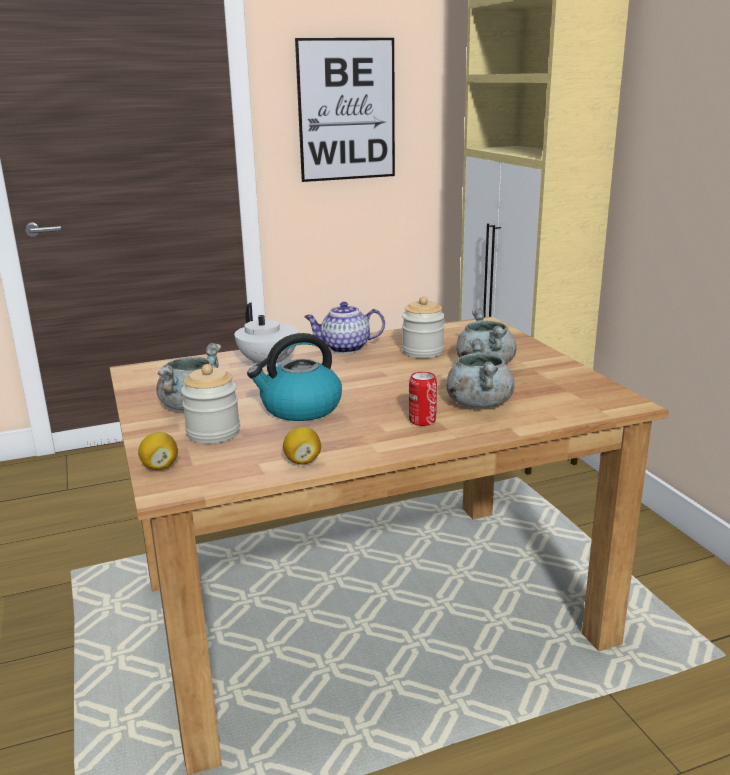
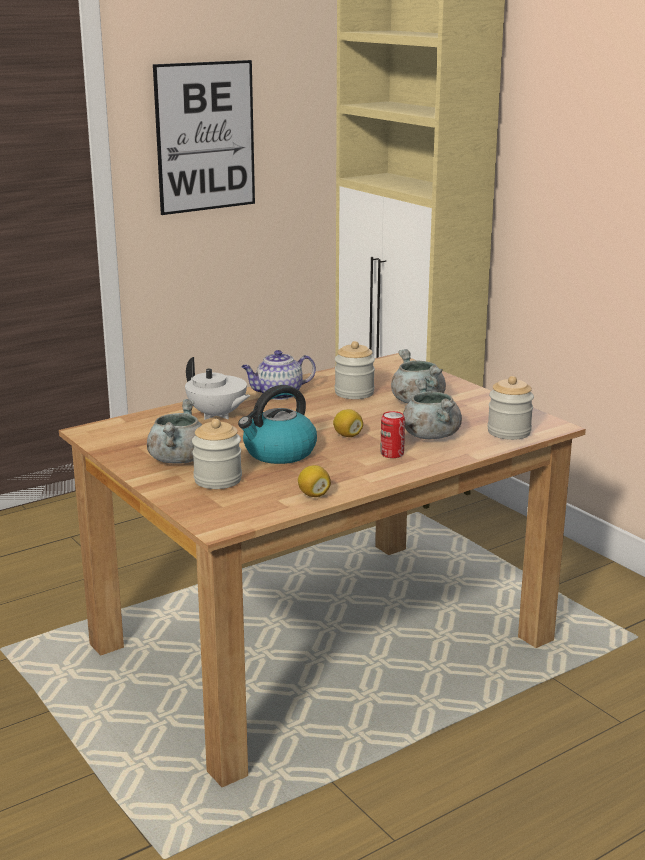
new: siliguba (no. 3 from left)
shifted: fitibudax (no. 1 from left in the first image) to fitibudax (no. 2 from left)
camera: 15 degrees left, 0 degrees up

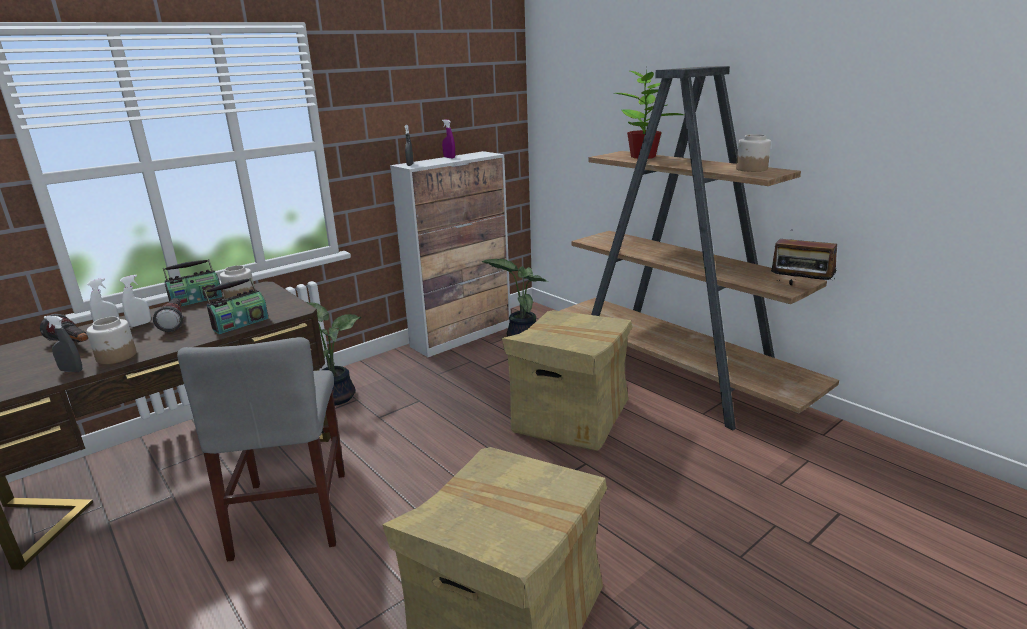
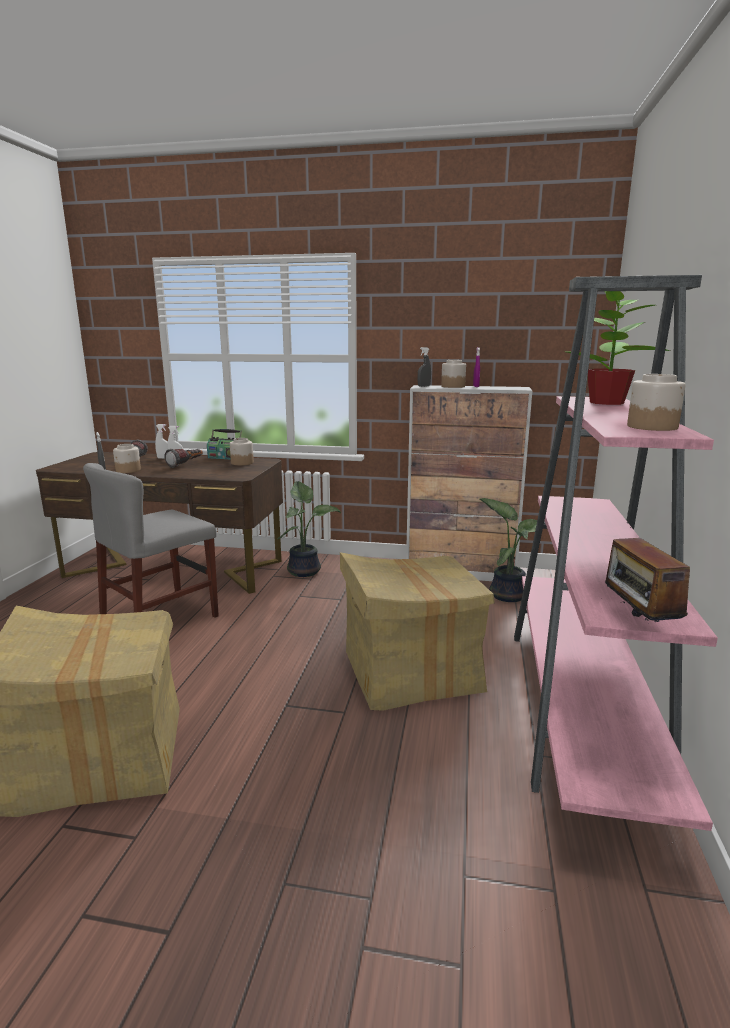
gone: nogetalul (no. 2 from left)
new: siliguba (no. 3 from left)
repainted: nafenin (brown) to nafenin (pink)
camera: 50 degrees right, 5 degrees down

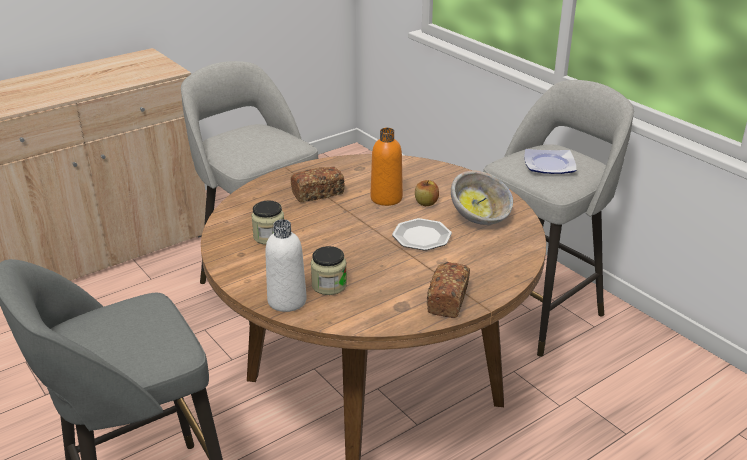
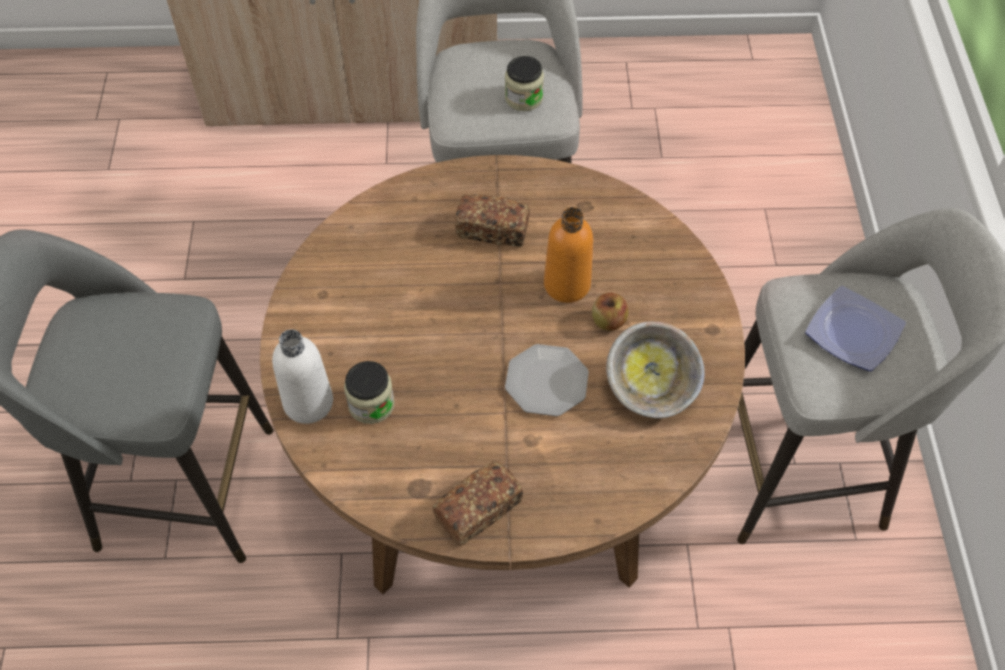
shifted: siliguba (no. 1 from left in the first image) to siliguba (no. 2 from left)
camera: 35 degrees right, 25 degrees up

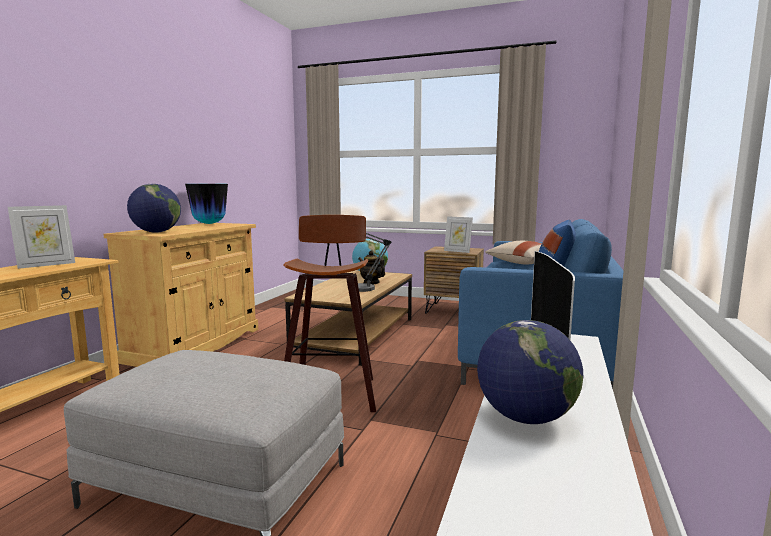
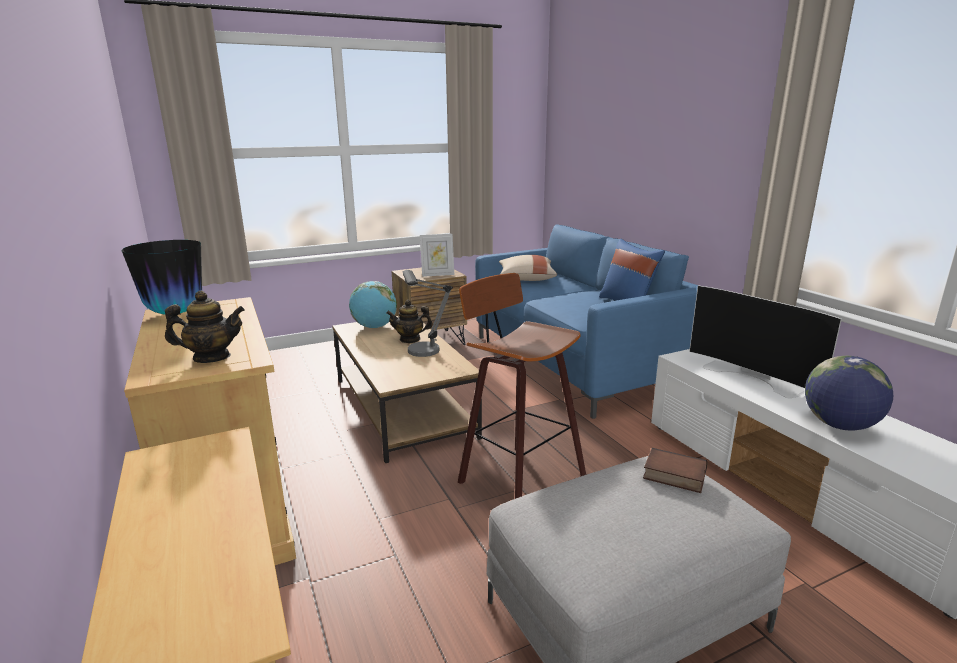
gone: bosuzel (no. 1 from left)
new: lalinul
swapped: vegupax (no. 1 from left) to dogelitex (no. 1 from left)
camera: 45 degrees left, 10 degrees up

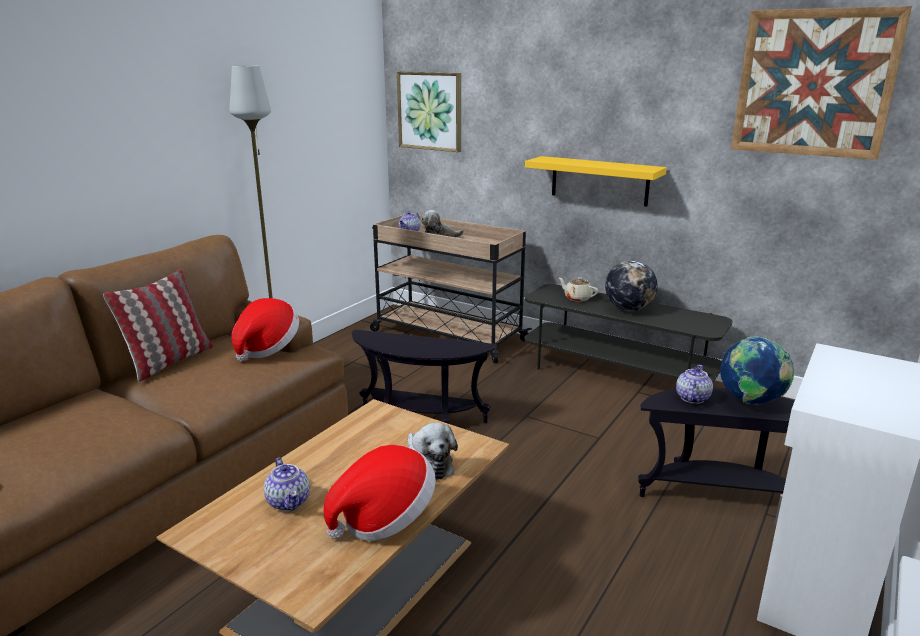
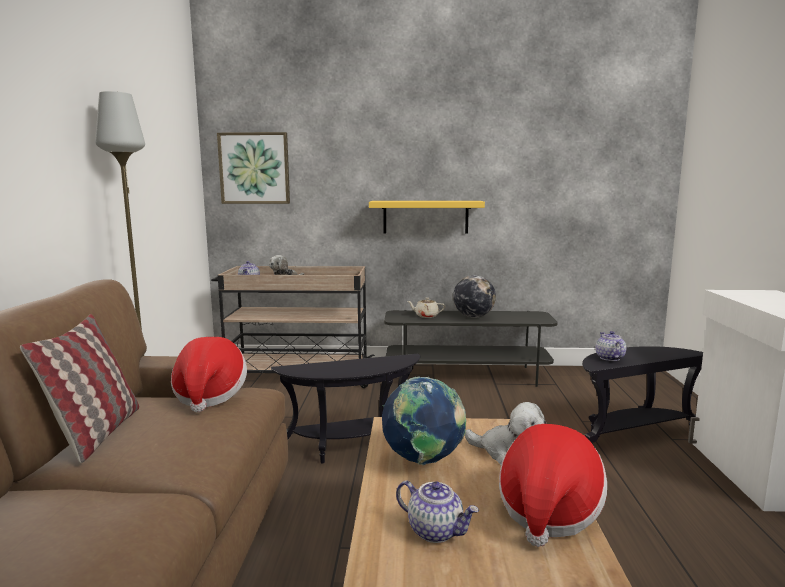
gone: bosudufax (no. 2 from left)
shifted: vegupax (no. 2 from left in the first image) to vegupax (no. 1 from left)
camera: 30 degrees left, 10 degrees down

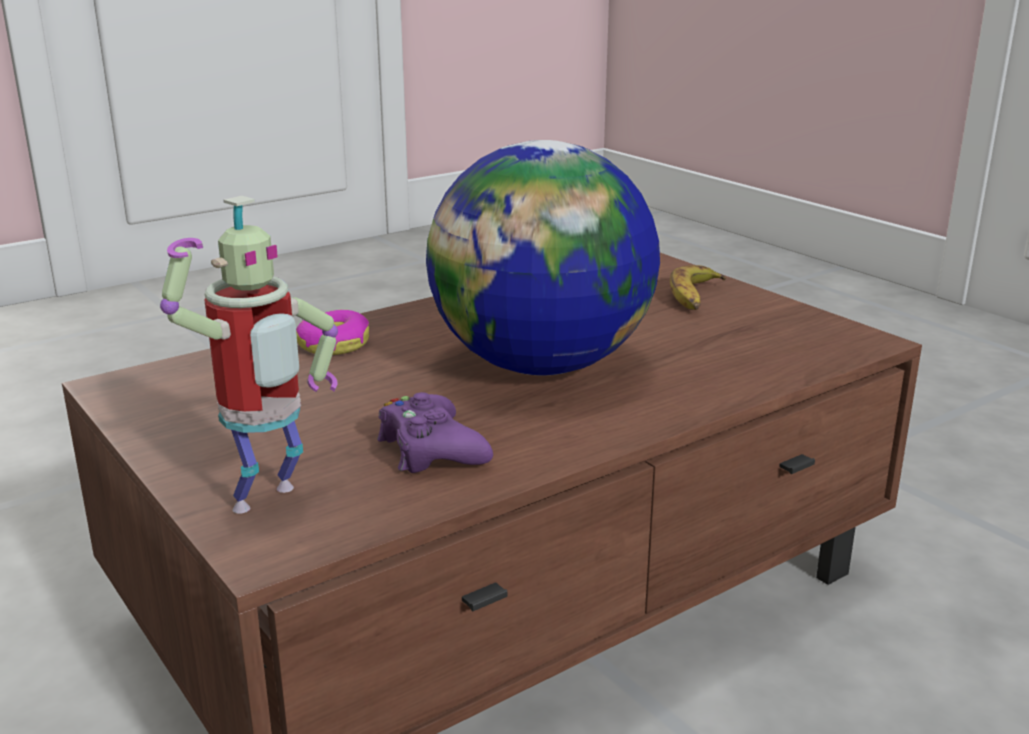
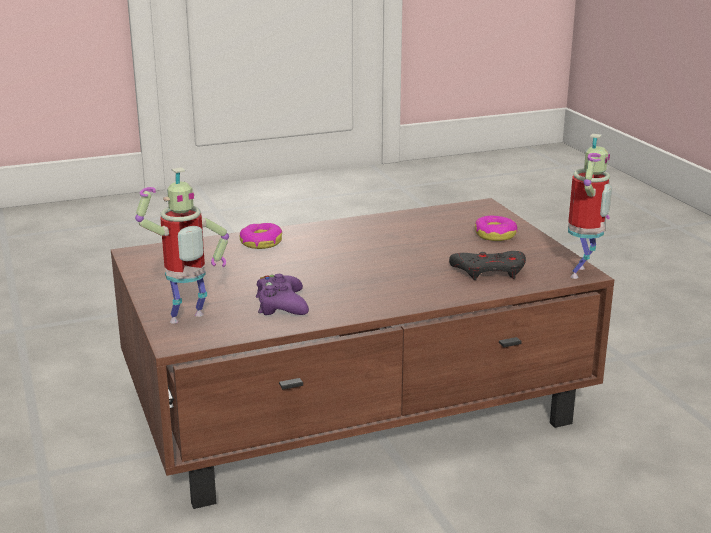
gone: vegupax
new: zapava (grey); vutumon (no. 2 from left)
swapped: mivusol to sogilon (no. 2 from left)
camera: 15 degrees right, 0 degrees up

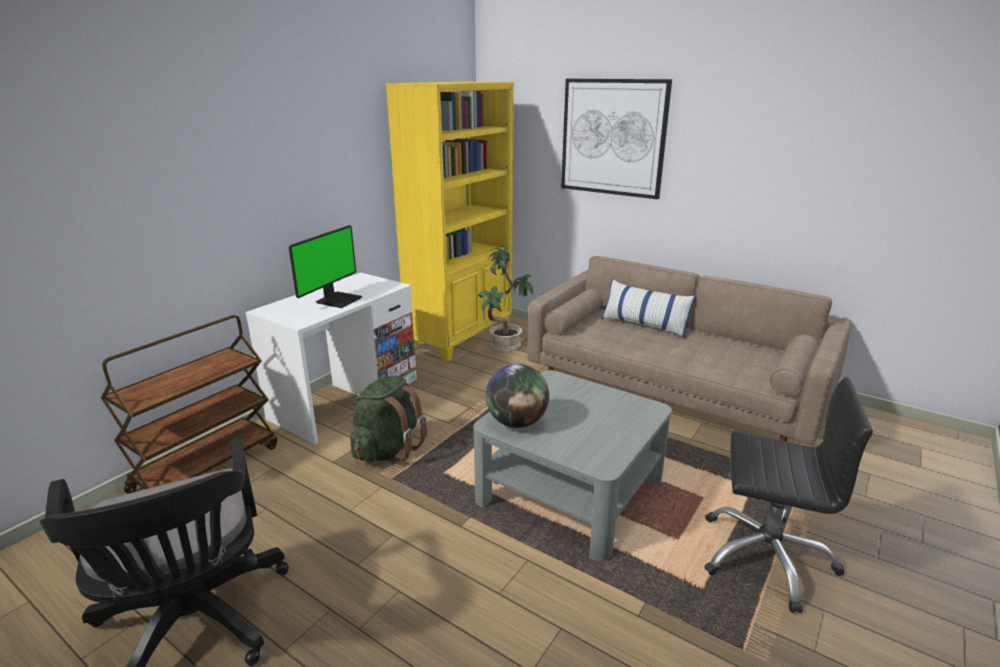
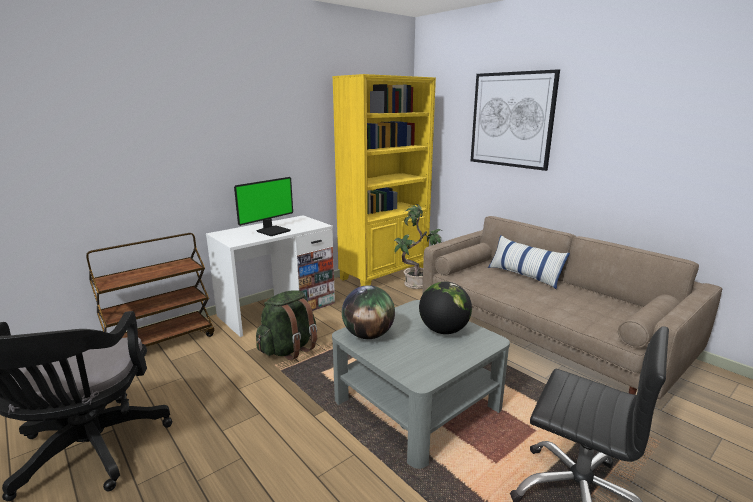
new: vegupax (no. 2 from left)
camera: 15 degrees right, 5 degrees down

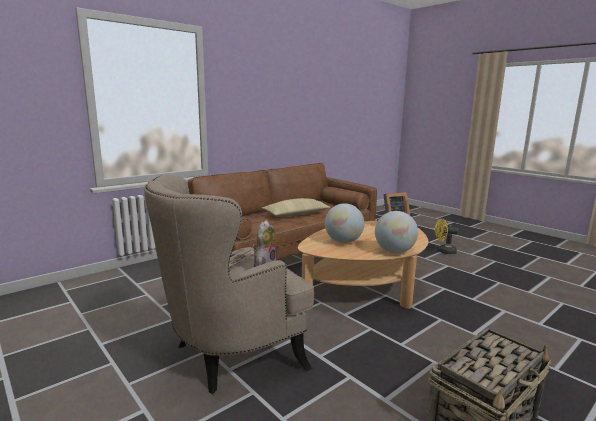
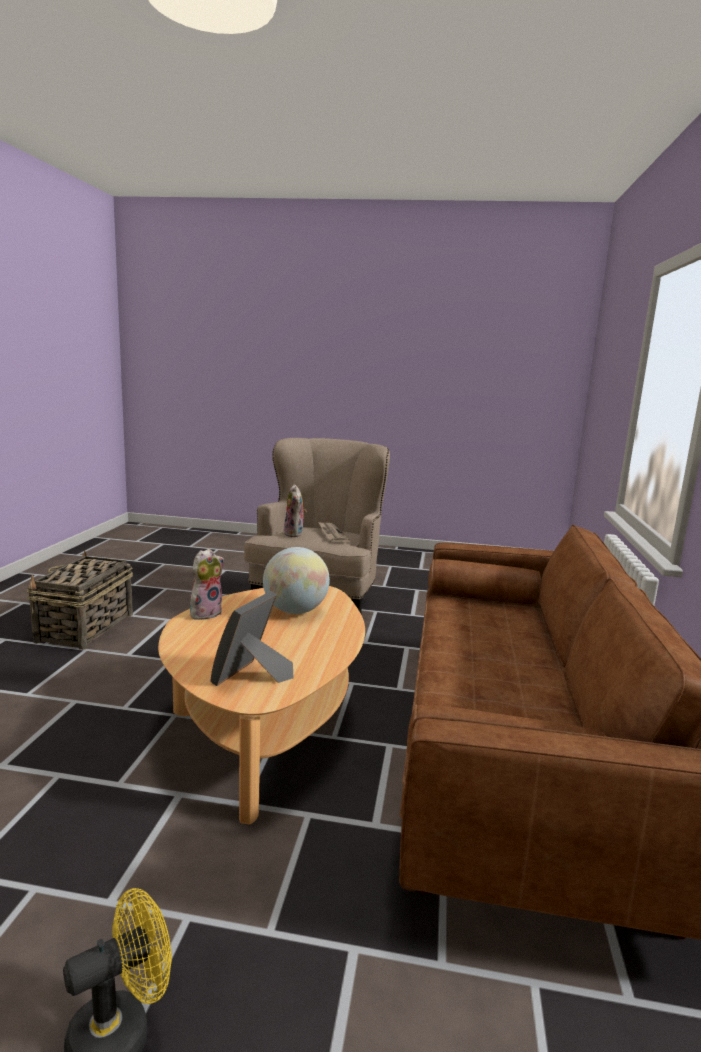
gone: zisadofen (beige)
swapped: vegupax (no. 2 from left) to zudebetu (no. 1 from left)
camera: 140 degrees right, 0 degrees up

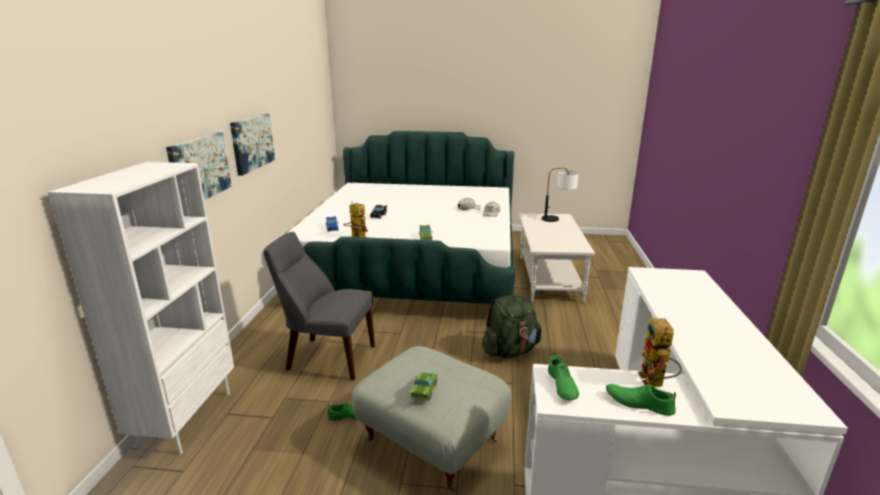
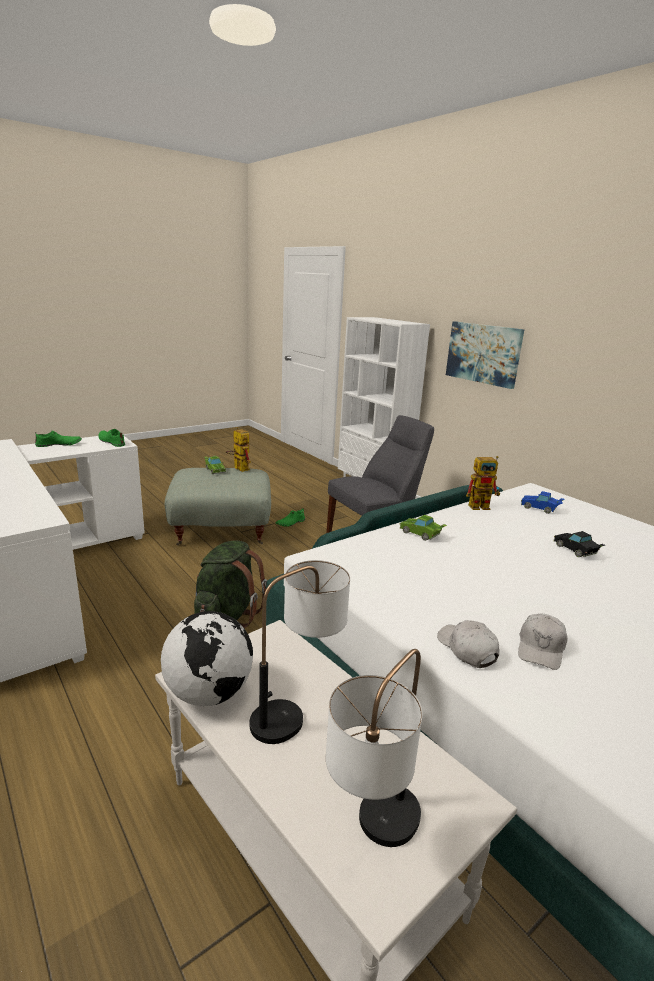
gone: bosudufax (no. 2 from left)
new: vegupax; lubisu (no. 1 from left)
shifted: vutumon (no. 2 from left in the first image) to vutumon (no. 1 from left)
camera: 135 degrees right, 0 degrees up

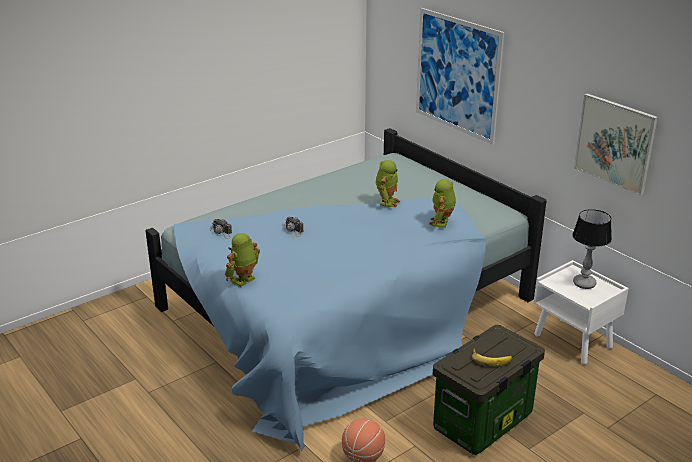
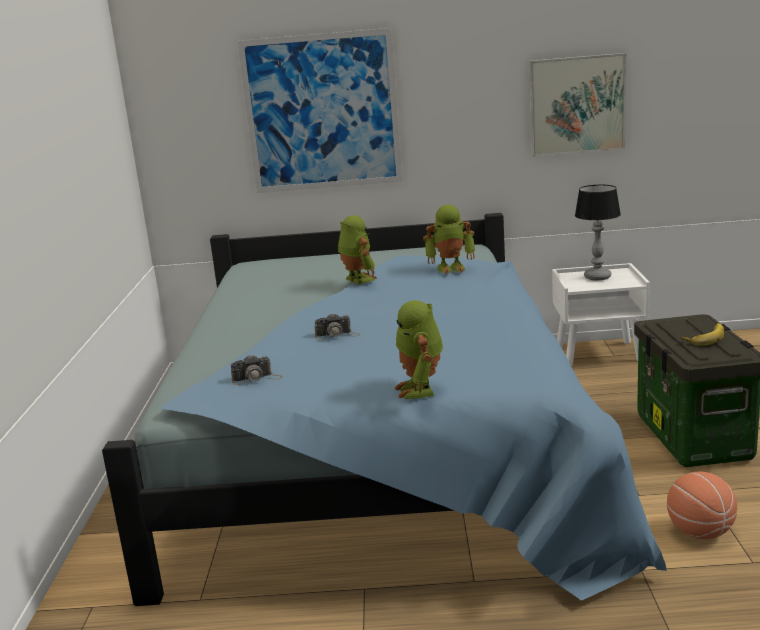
rotated: vutumon (no. 3 from left) 60 degrees counterclockwise
camera: 50 degrees left, 10 degrees down

